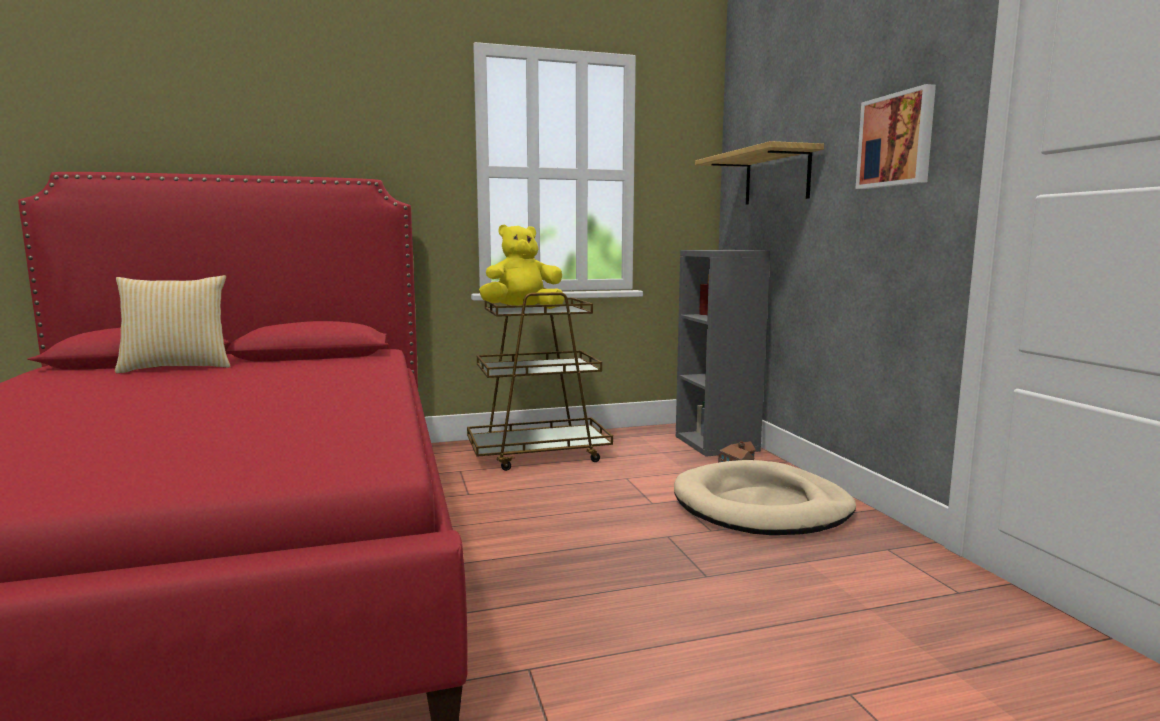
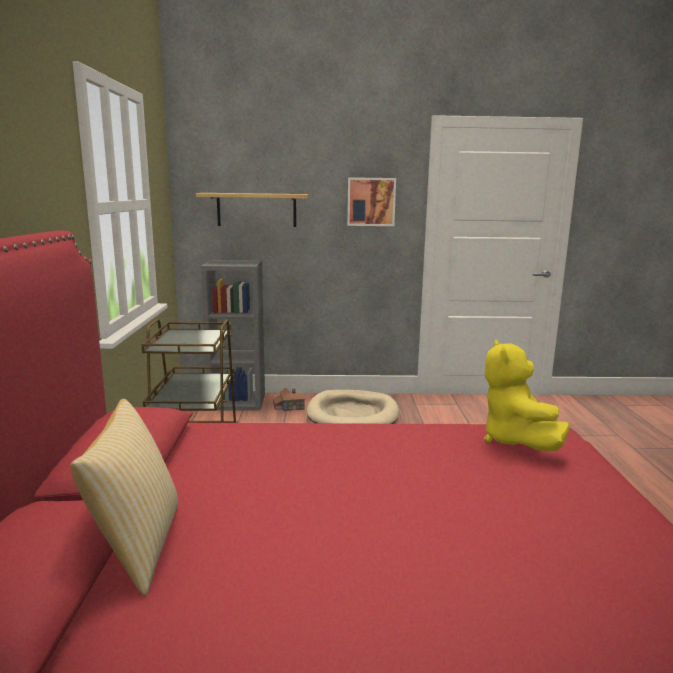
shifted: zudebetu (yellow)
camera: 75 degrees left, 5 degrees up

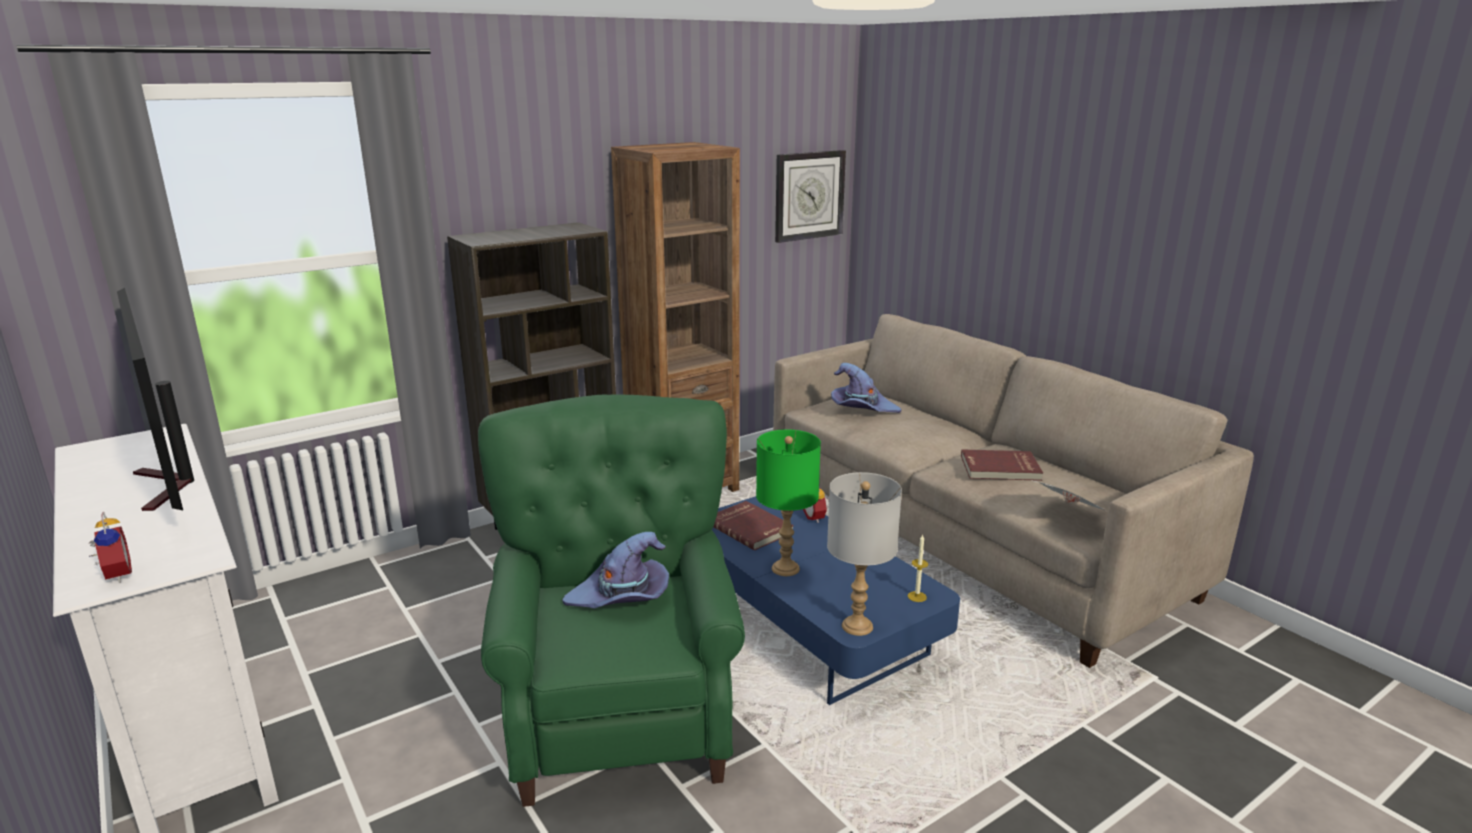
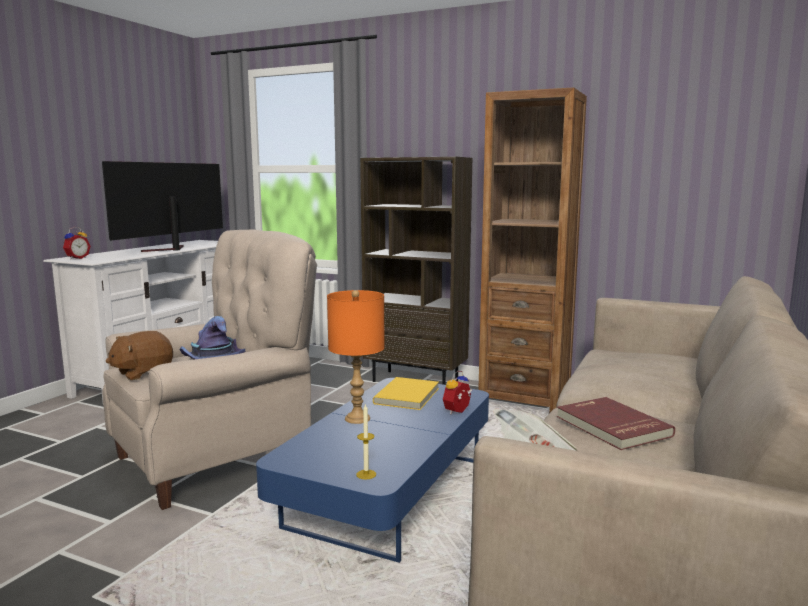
gone: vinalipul; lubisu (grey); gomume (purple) (no. 2 from left)
new: zudebetu (brown)
repainted: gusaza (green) to gusaza (beige); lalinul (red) (no. 1 from left) to lalinul (yellow); lubisu (green) to lubisu (orange)
camera: 60 degrees right, 10 degrees down

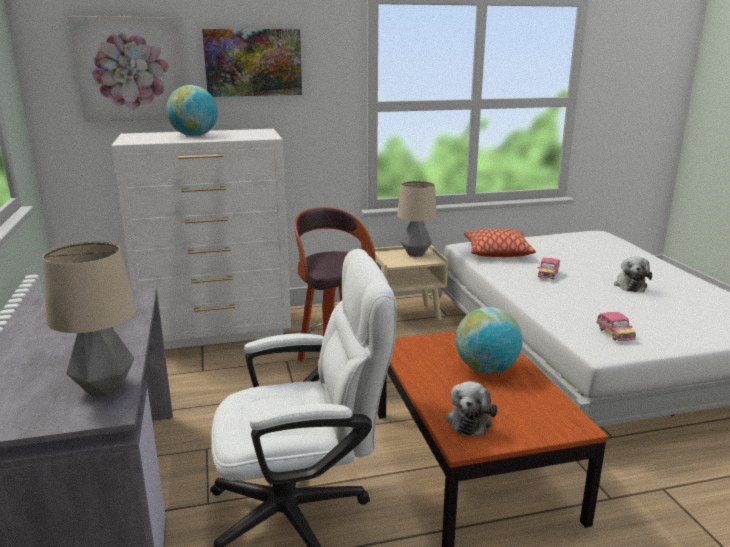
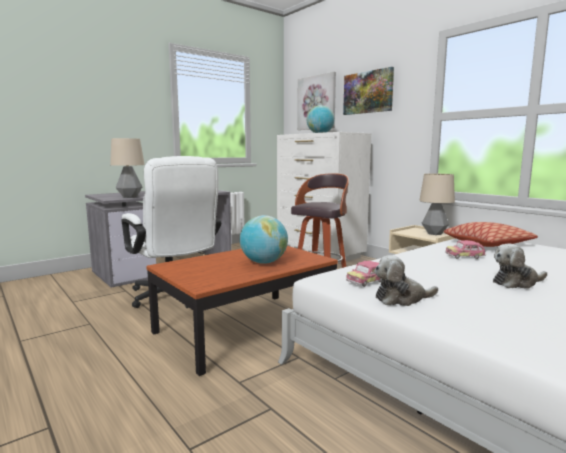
shifted: zudebetu (no. 1 from left)
camera: 65 degrees right, 10 degrees down

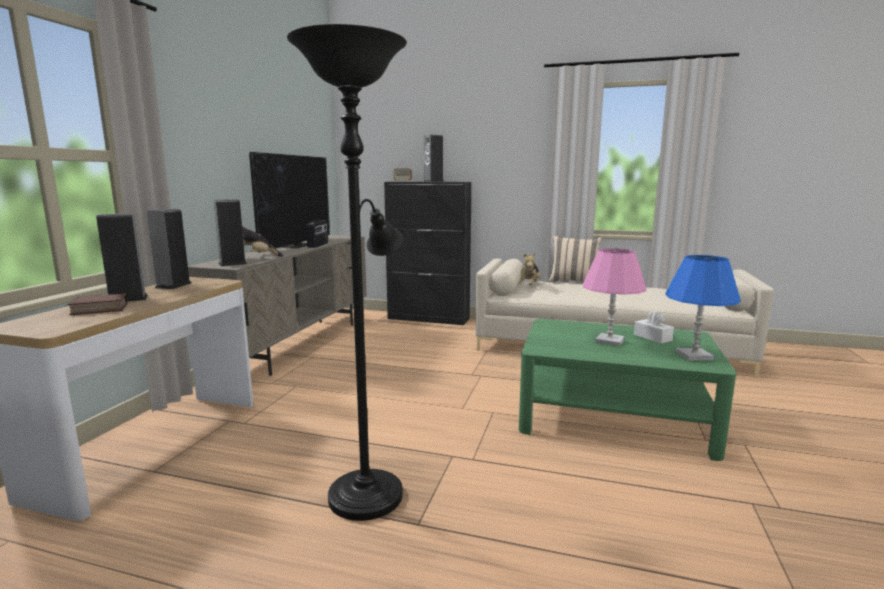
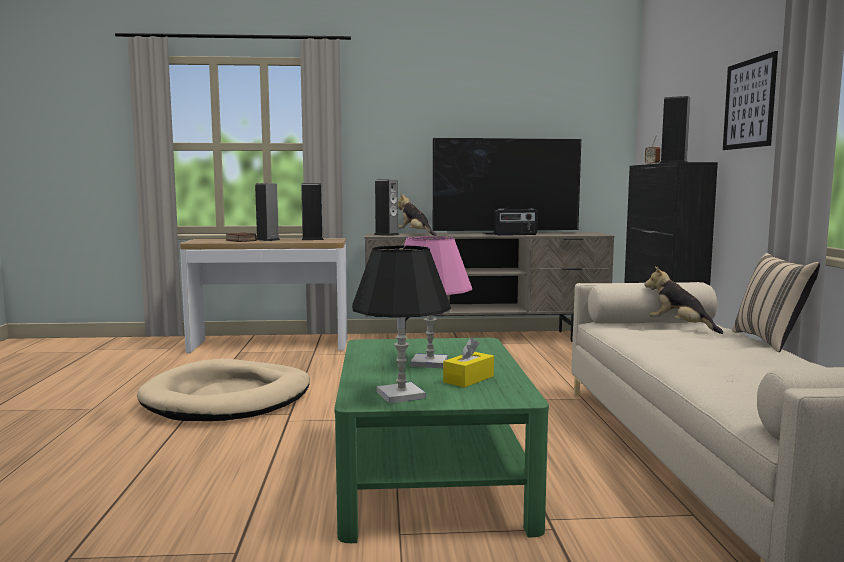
new: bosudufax
swapped: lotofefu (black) to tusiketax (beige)
repainted: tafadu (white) to tafadu (yellow); lubisu (blue) to lubisu (black)
rotated: zudebetu (no. 2 from left) 45 degrees clockwise
camera: 70 degrees right, 5 degrees down

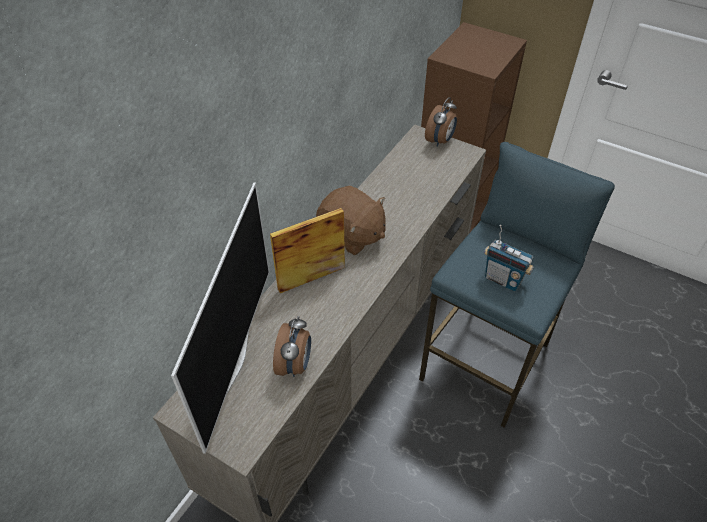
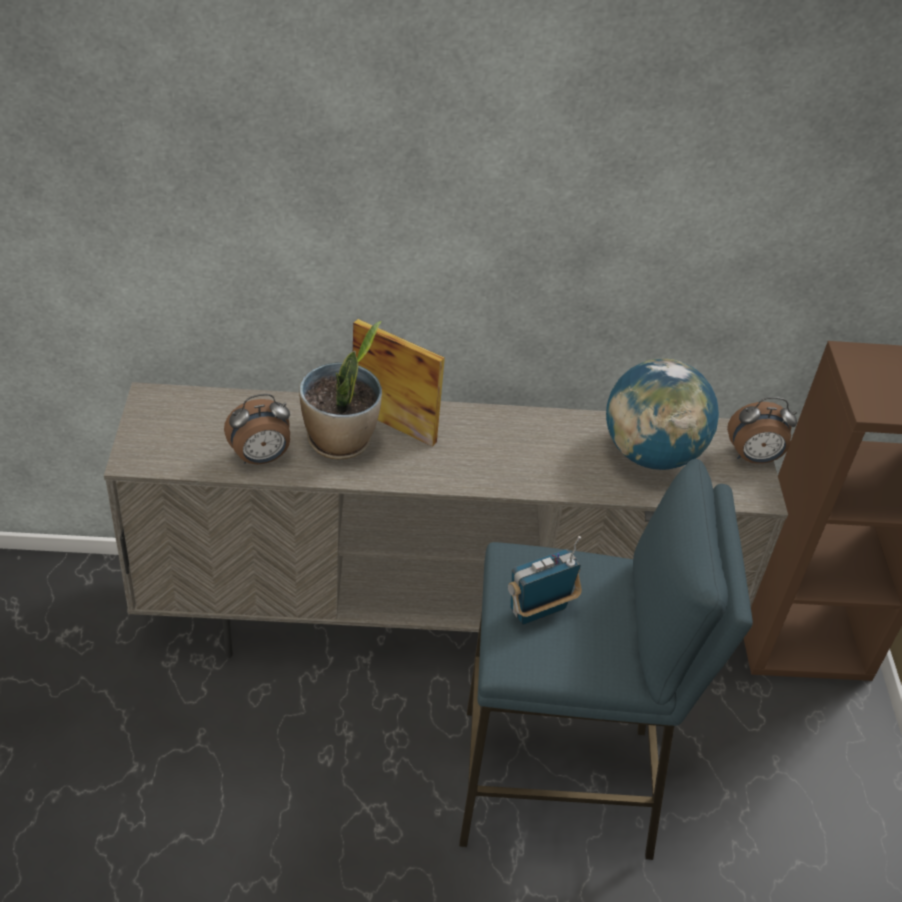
gone: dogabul; zudebetu (brown)
new: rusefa; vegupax
rotated: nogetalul 60 degrees clockwise
camera: 55 degrees right, 5 degrees down

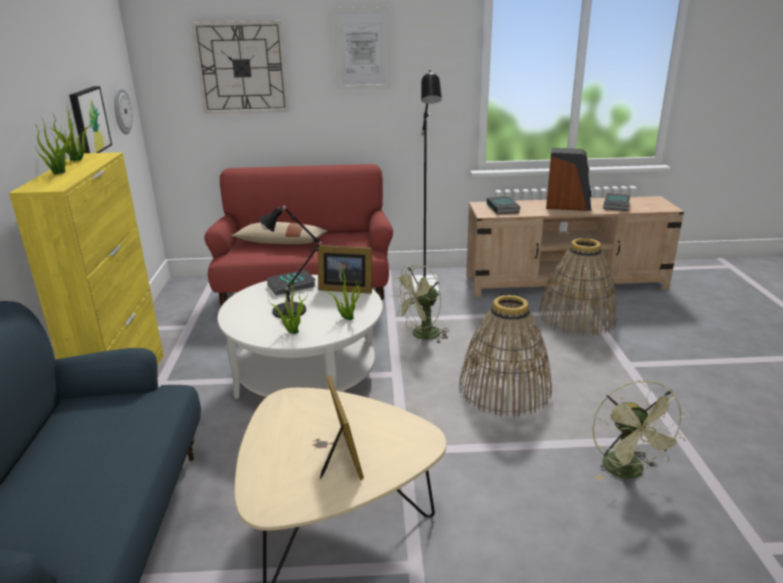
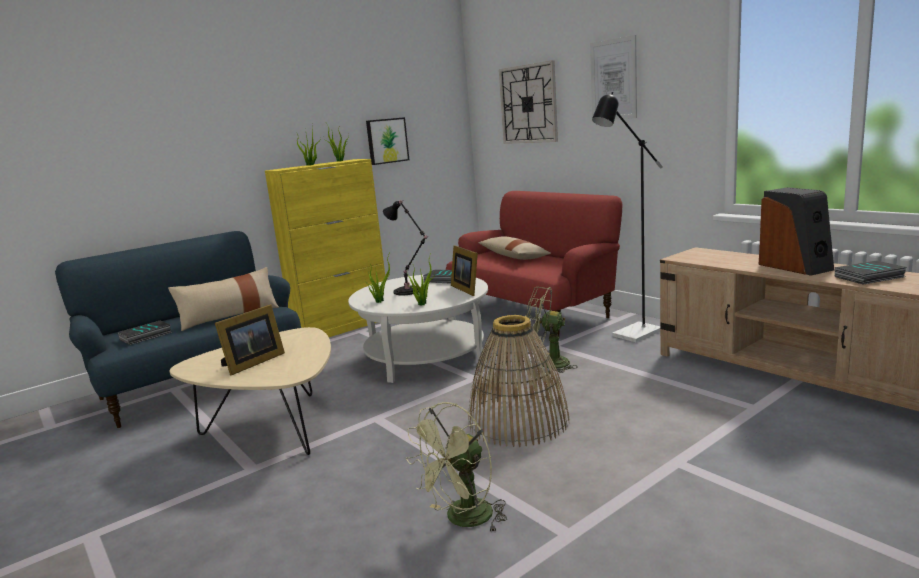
gone: vinalipul (no. 1 from left); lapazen (no. 2 from left)
new: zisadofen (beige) (no. 1 from left)
shifted: lalinul (no. 2 from left in the first image) to lalinul (no. 1 from left)
camera: 55 degrees right, 10 degrees down

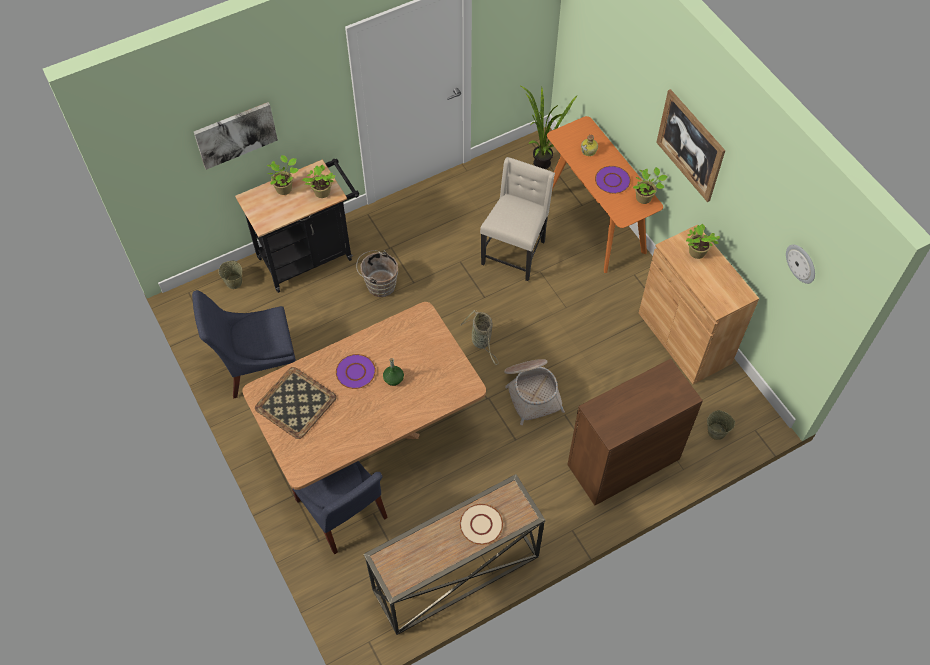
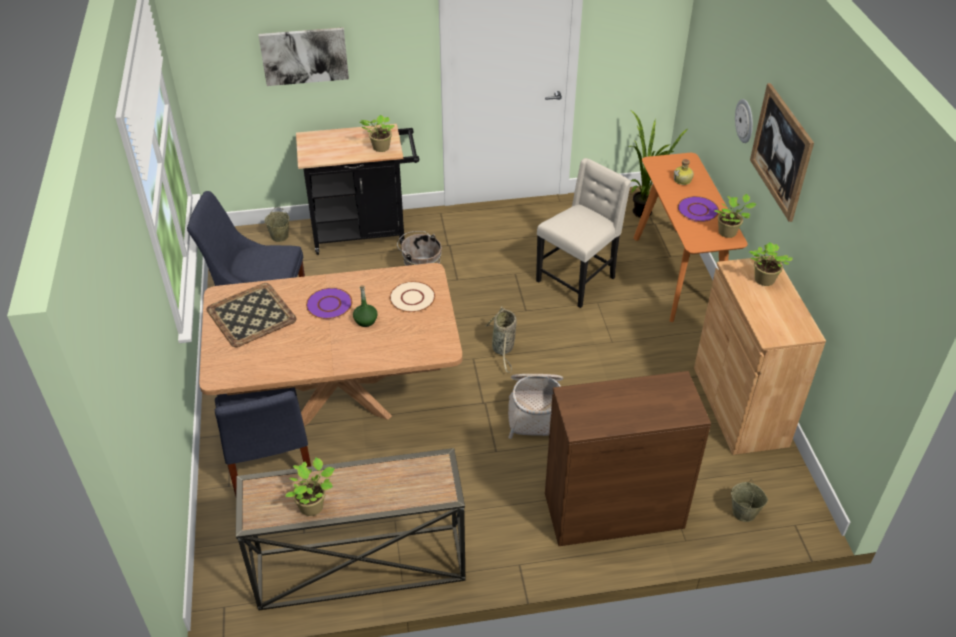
shifted: rusefa (no. 1 from left); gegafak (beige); vinalipul
camera: 20 degrees right, 15 degrees down

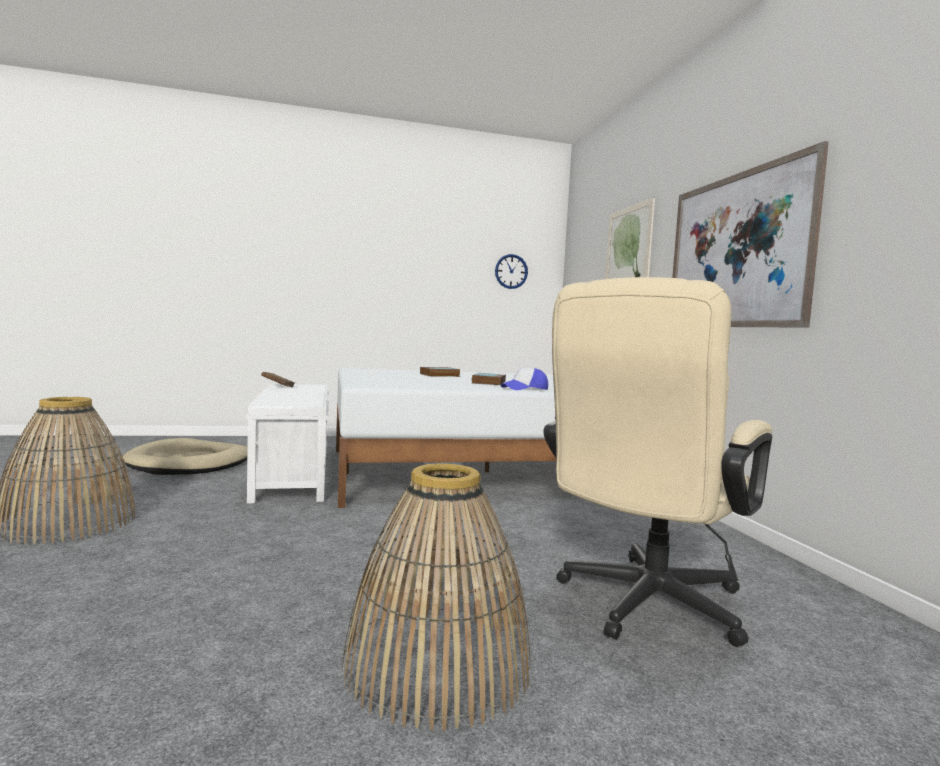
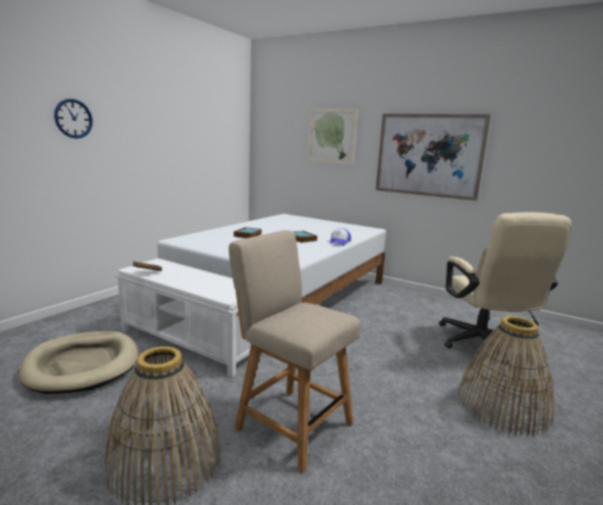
new: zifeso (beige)
shifted: vinalipul
camera: 45 degrees left, 10 degrees up

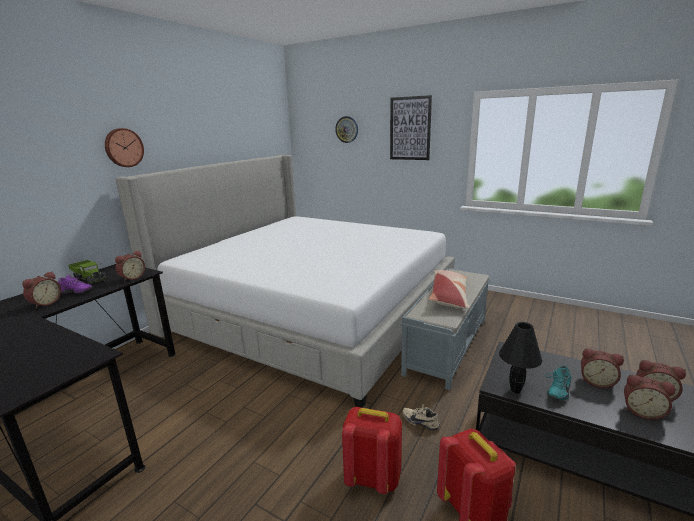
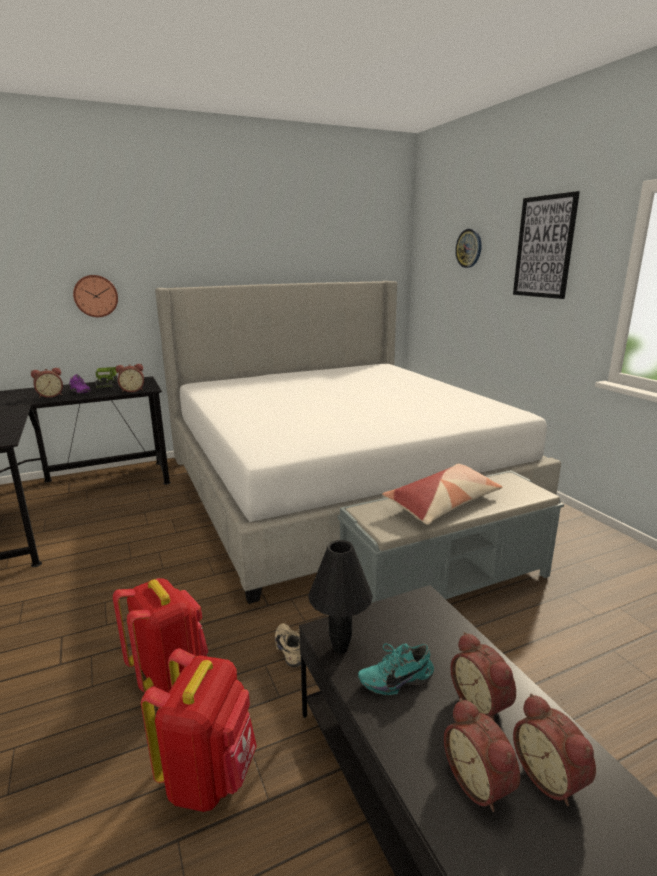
shifted: vinalipul (no. 1 from left)
camera: 35 degrees right, 0 degrees up

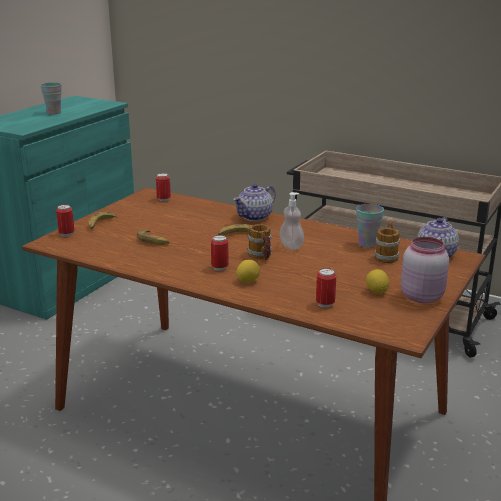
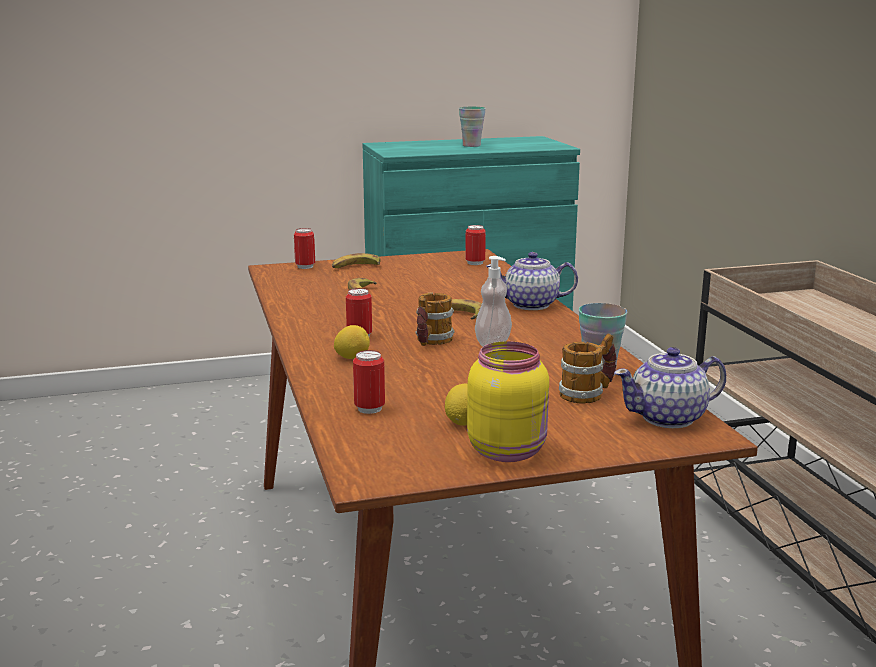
repainted: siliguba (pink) to siliguba (yellow)
camera: 45 degrees right, 5 degrees down

